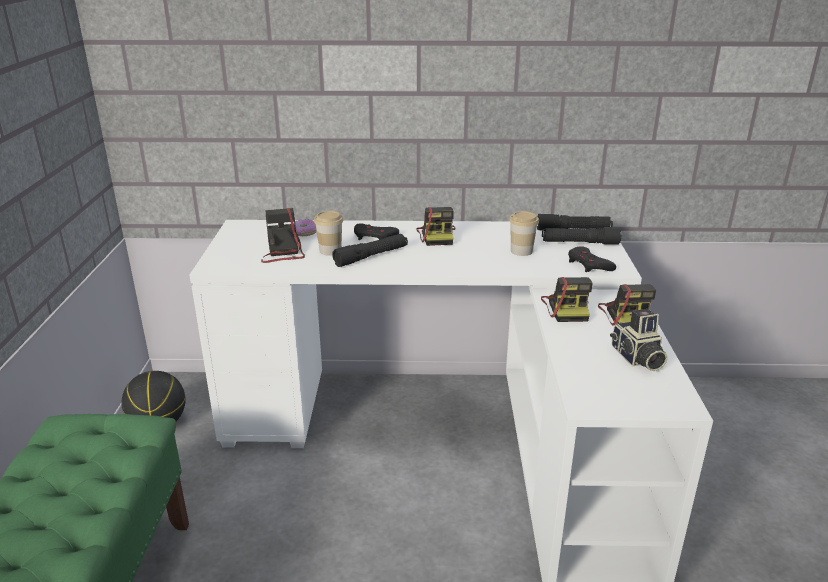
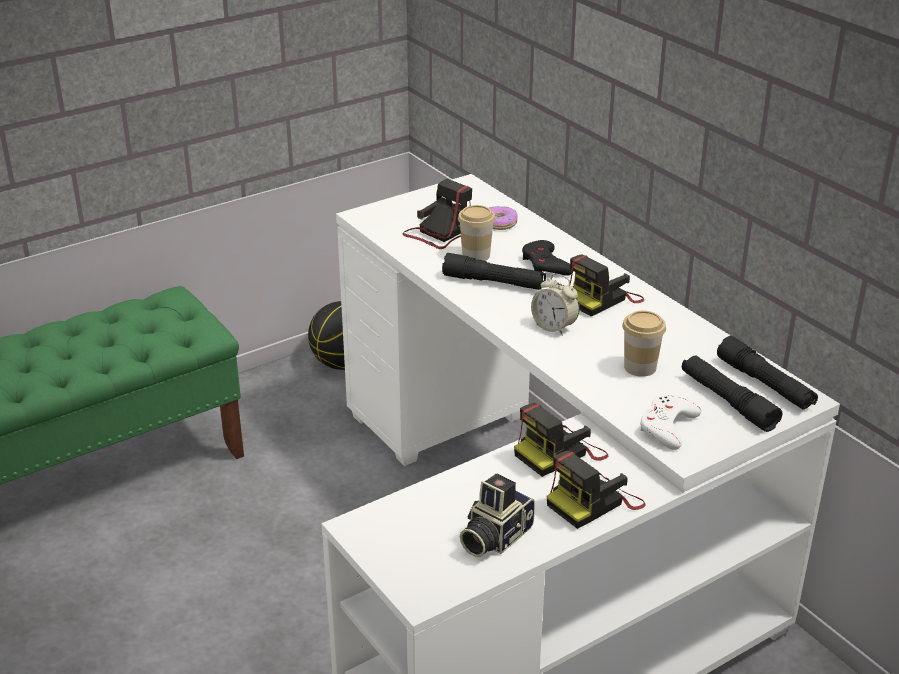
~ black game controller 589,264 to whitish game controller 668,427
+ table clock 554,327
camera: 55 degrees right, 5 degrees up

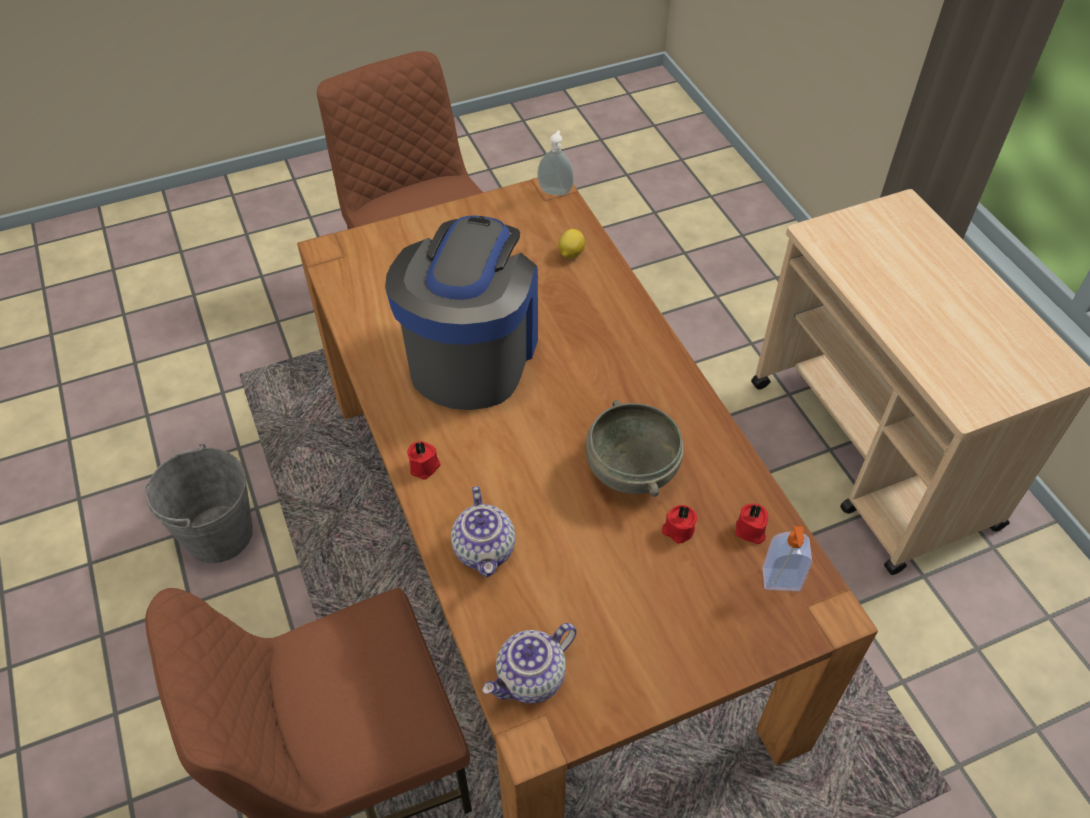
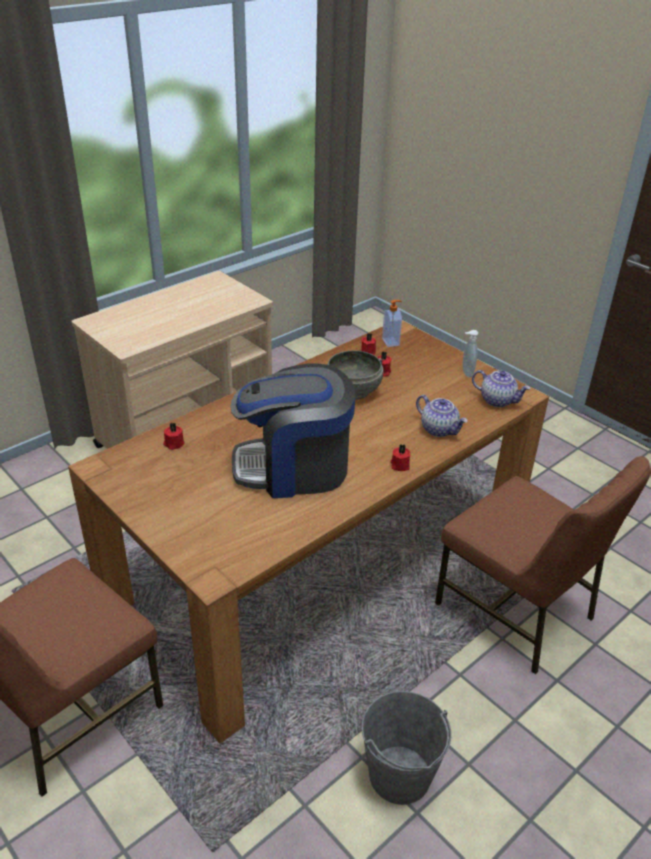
~ tea pot 485,550 = 439,429 75 degrees clockwise
~ liquid soap bottle 555,191 to 466,373
~ citrus fruit 570,254 to red-coloured wax light 173,444
camera: 110 degrees left, 15 degrees down

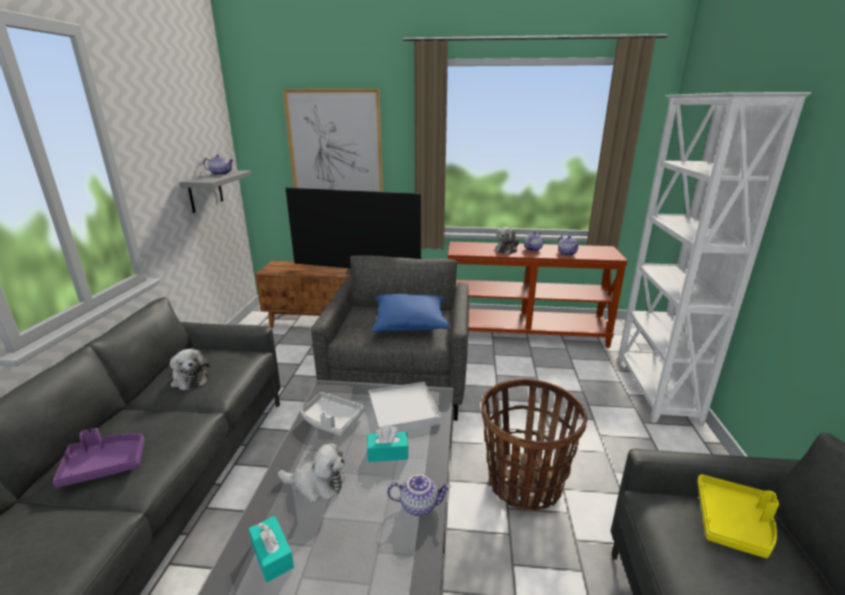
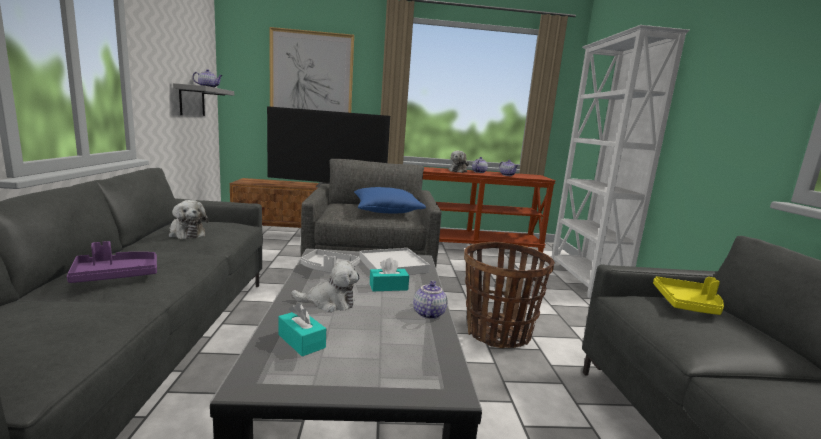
~ tea pot 419,505 = 428,313 75 degrees counterclockwise
camera: 10 degrees left, 10 degrees down

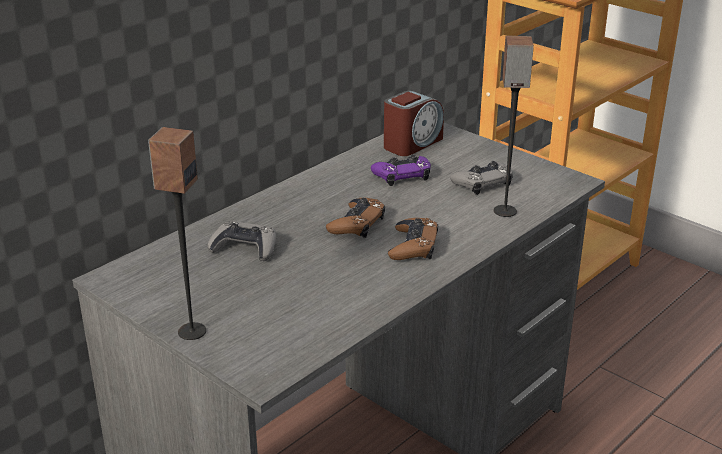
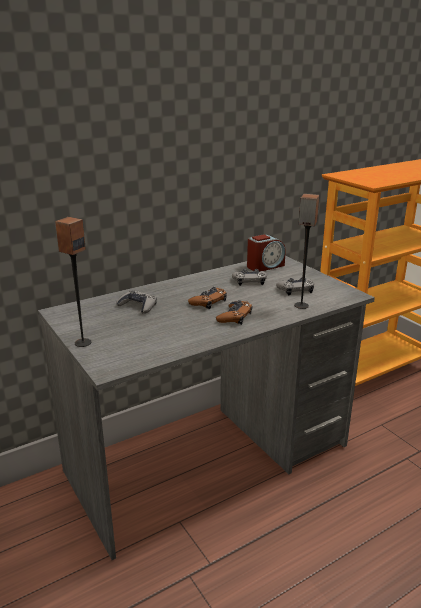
~ purplish game controller 402,175 to grey game controller 249,281
camera: 15 degrees right, 5 degrees down

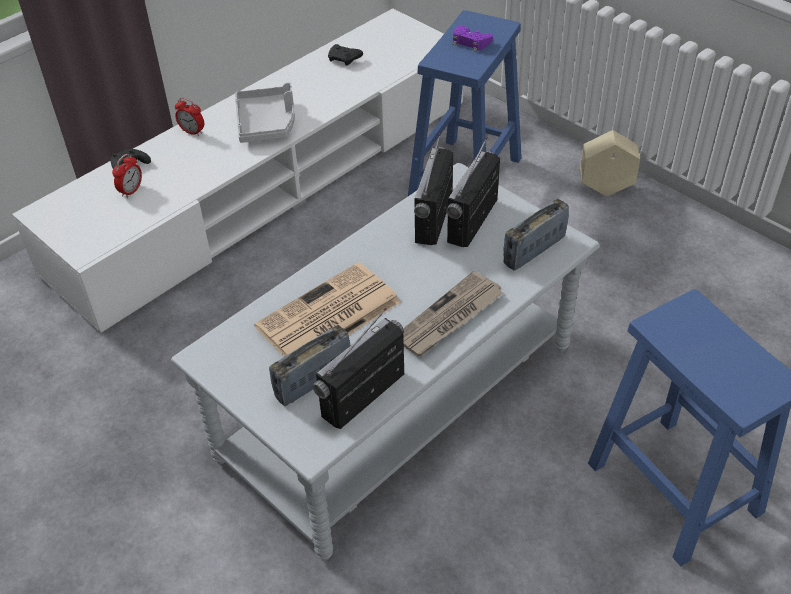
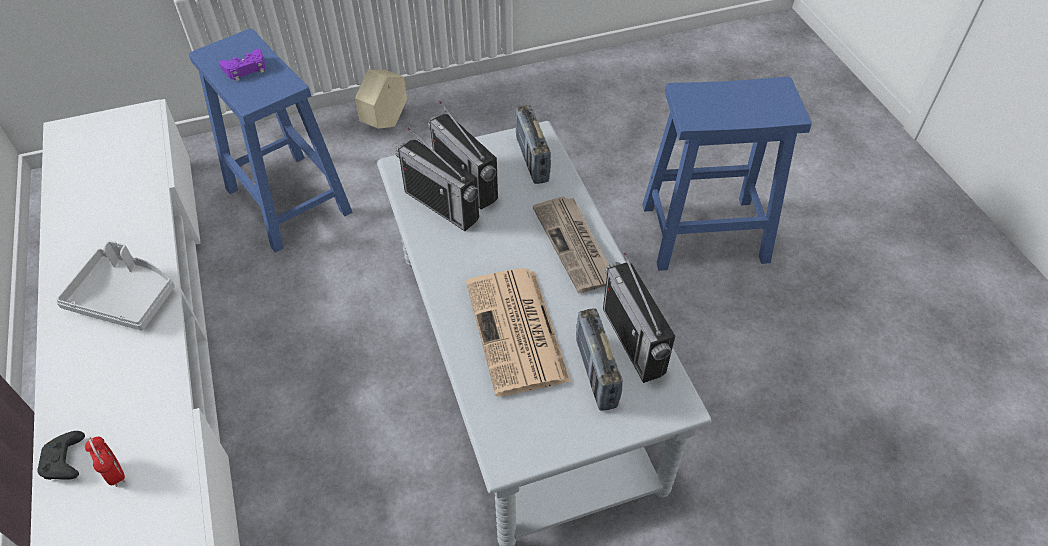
- table clock 192,132
- black game controller 344,59
camera: 65 degrees left, 5 degrees up

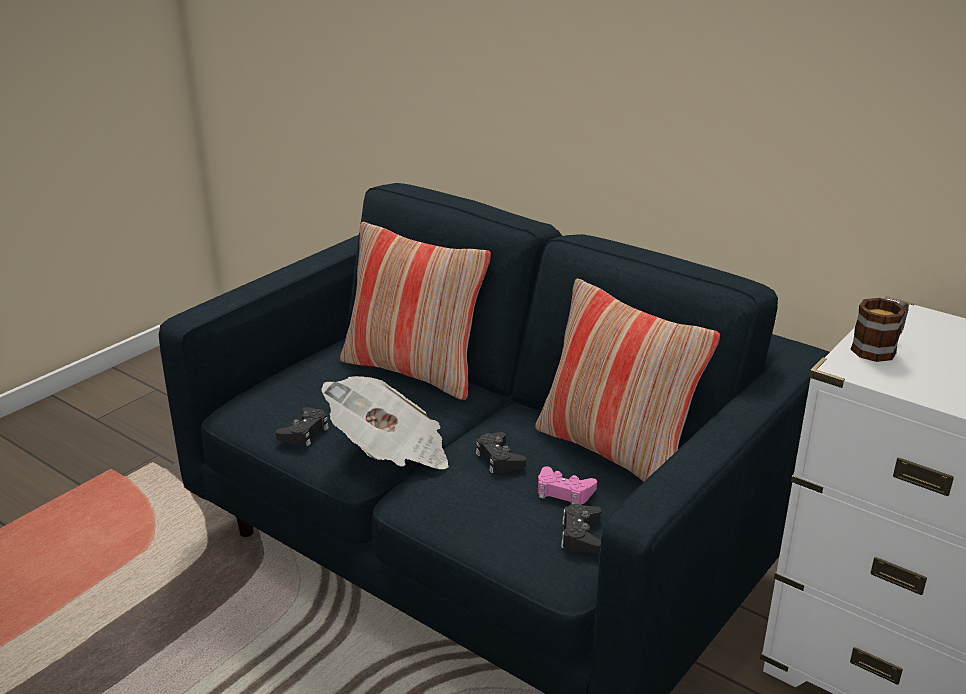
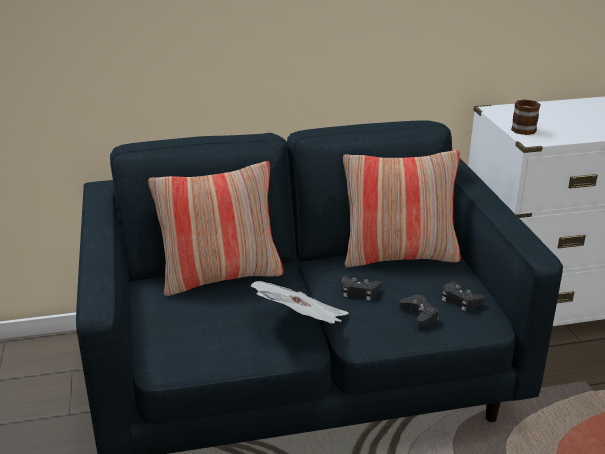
~ black game controller 304,432 to 419,315
- pink game controller 564,492
camera: 50 degrees left, 0 degrees up

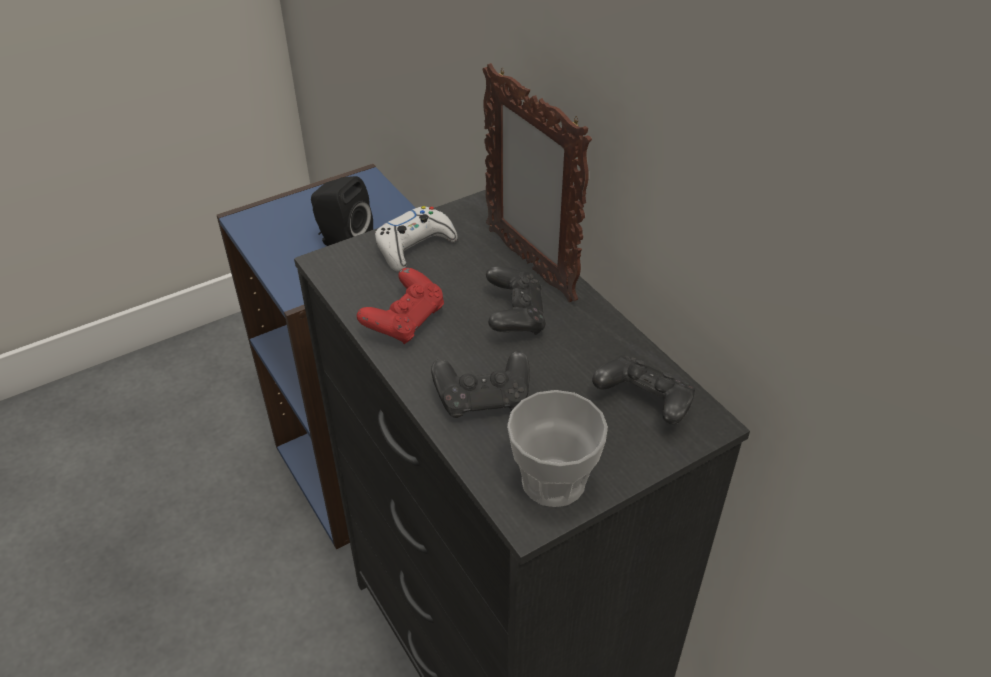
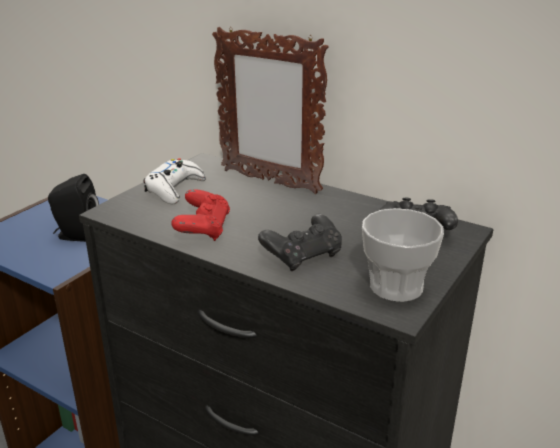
- black game controller 515,316
camera: 25 degrees left, 15 degrees down

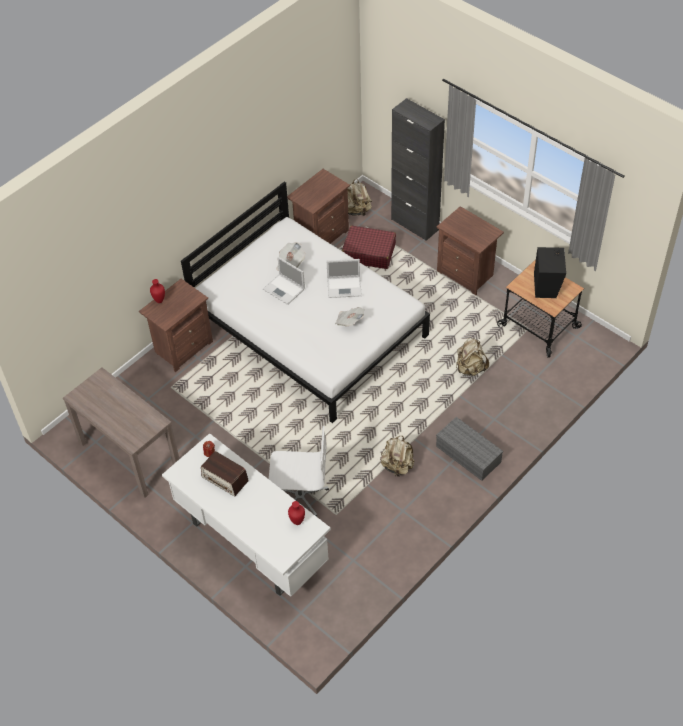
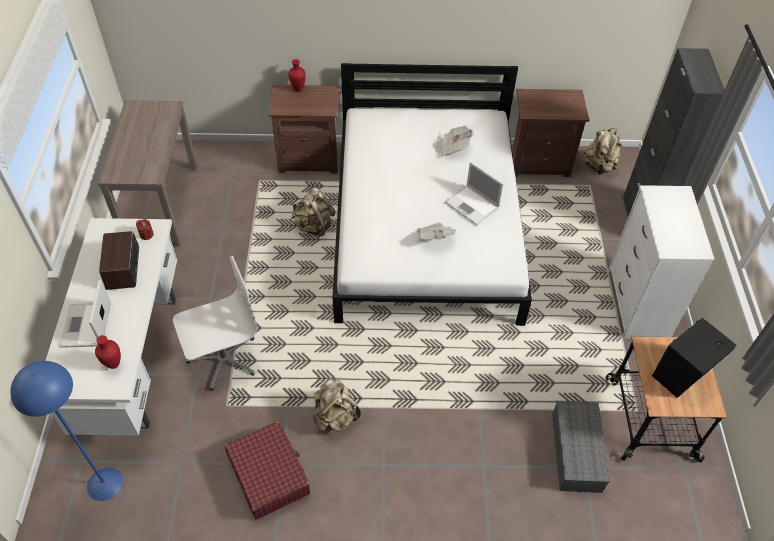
~ portable computer 284,289 to 86,326
~ whitish office chair 300,496 = 223,359 75 degrees counterclockwise
~ red-coloured piece of luggage 368,253 to 269,474
~ brown night table 467,274 to whitish dresser 637,303
~ grey storage bin 469,454 to 577,453
~ beige knapsack 470,368 to 314,226
+ blue standing lamp 104,483
camera: 45 degrees right, 0 degrees up

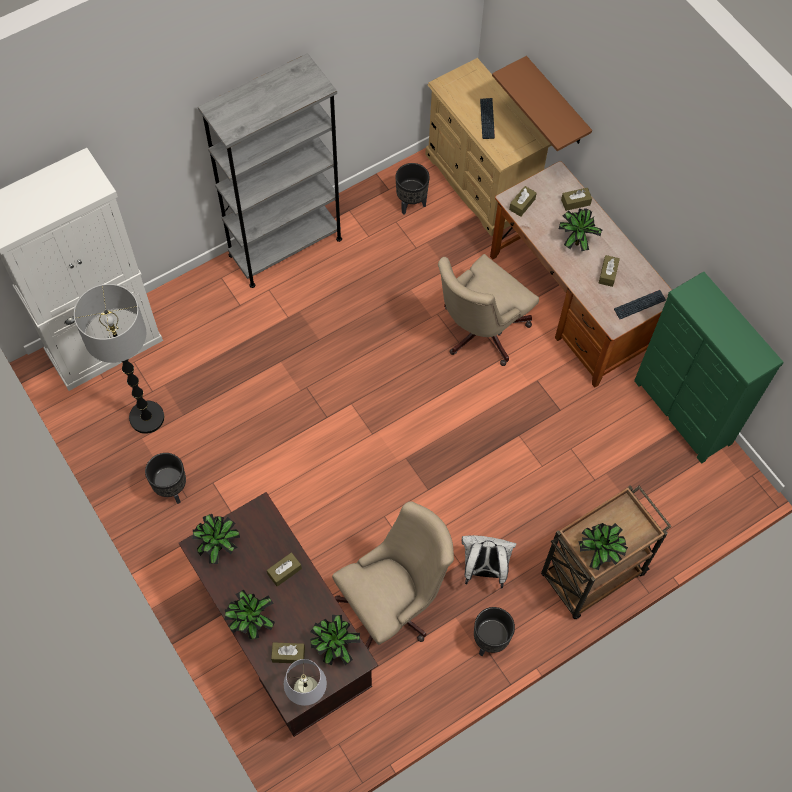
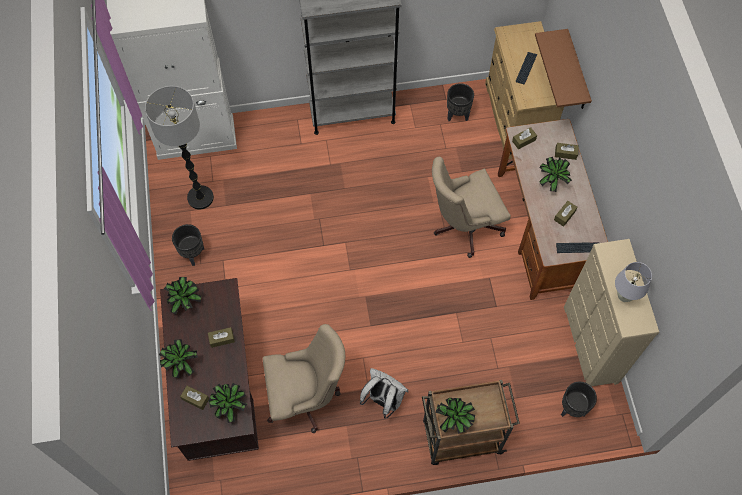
~ whitish lamp for a table 307,693 to 623,296
~ black planter 489,642 to 572,409
~ green-coloured dresser 682,413 to beige dresser 589,345
camera: 25 degrees right, 0 degrees up

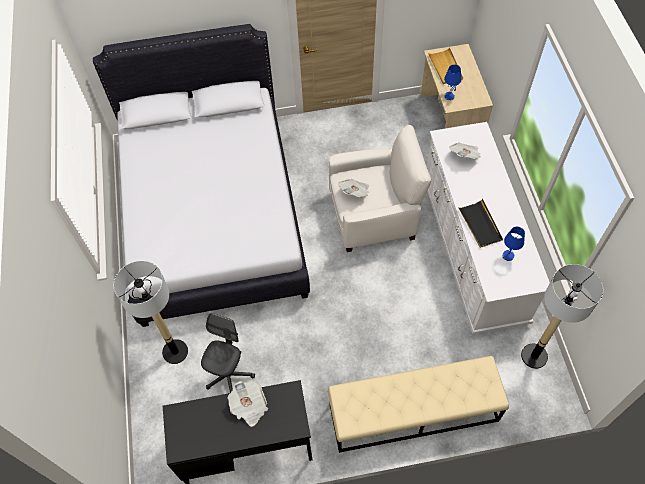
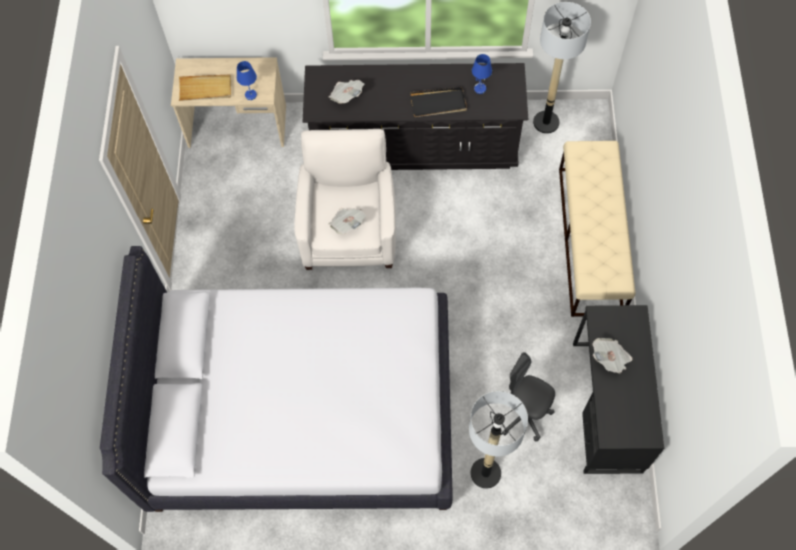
~ whitish dresser 472,249 to black dresser 415,145
camera: 80 degrees left, 5 degrees up

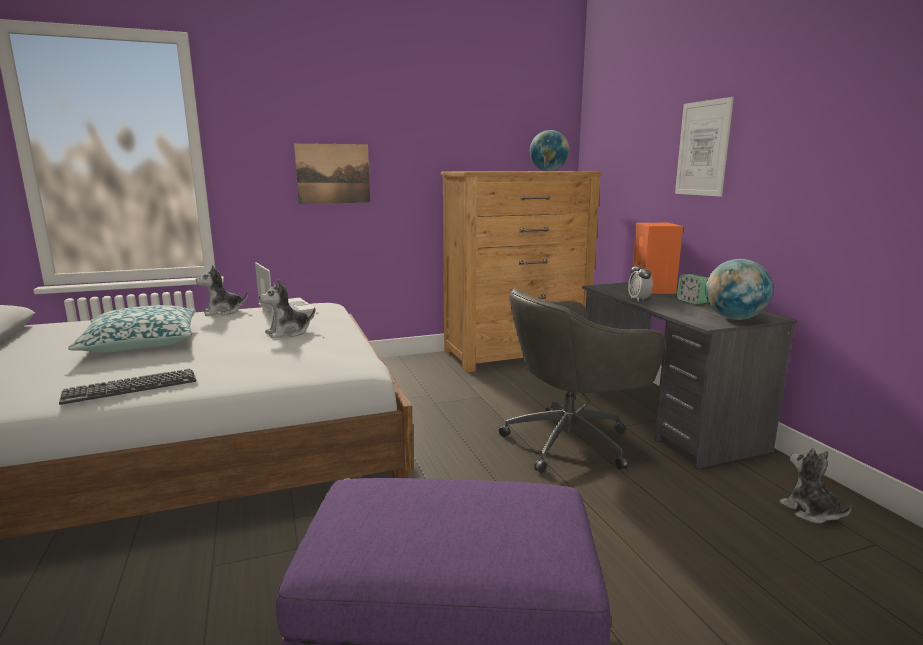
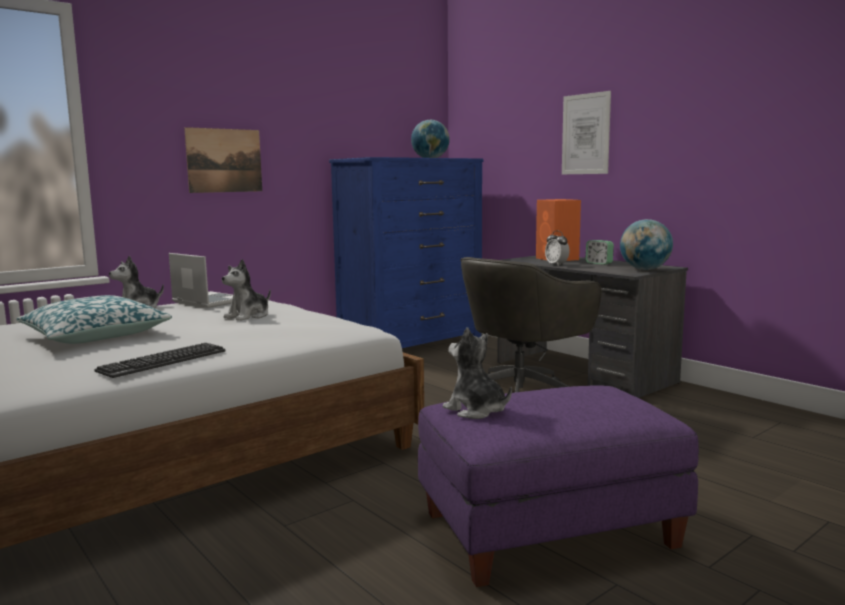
~ brown dresser 516,354 to blue dresser 412,343
~ soft toy 810,511 to 476,410
camera: 20 degrees left, 5 degrees down

